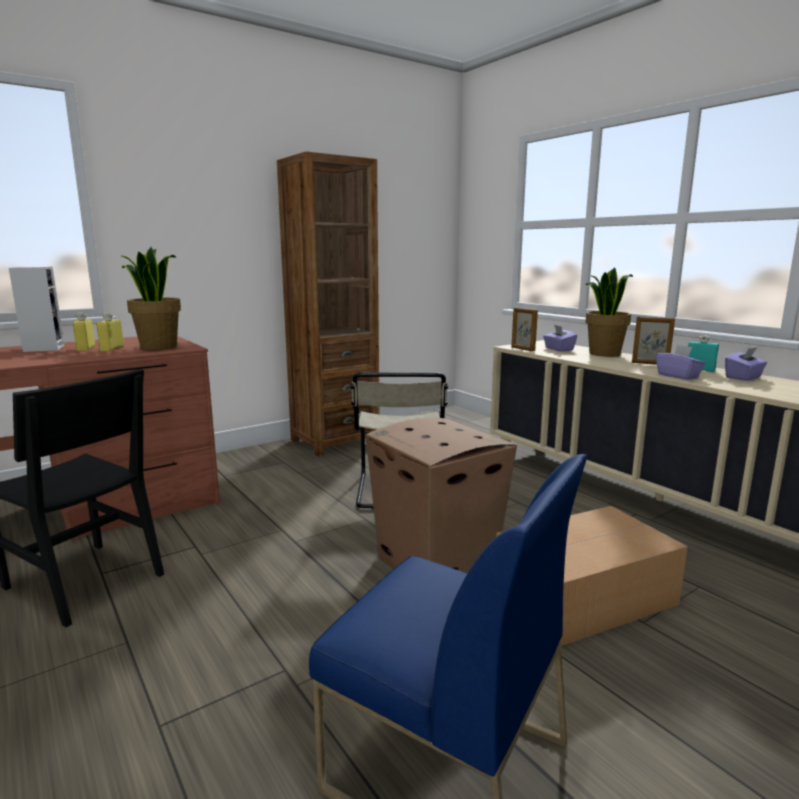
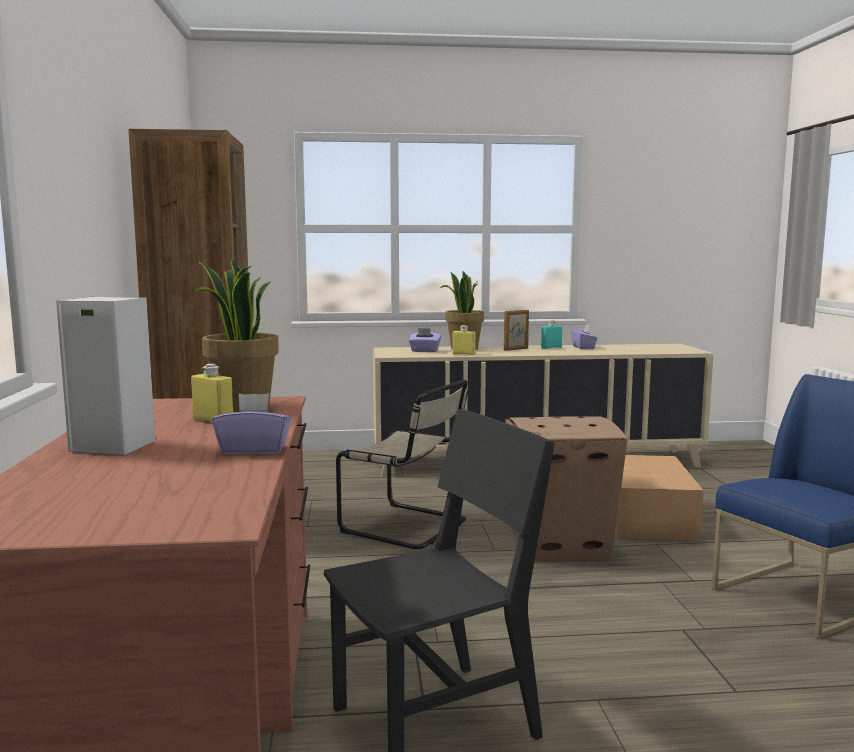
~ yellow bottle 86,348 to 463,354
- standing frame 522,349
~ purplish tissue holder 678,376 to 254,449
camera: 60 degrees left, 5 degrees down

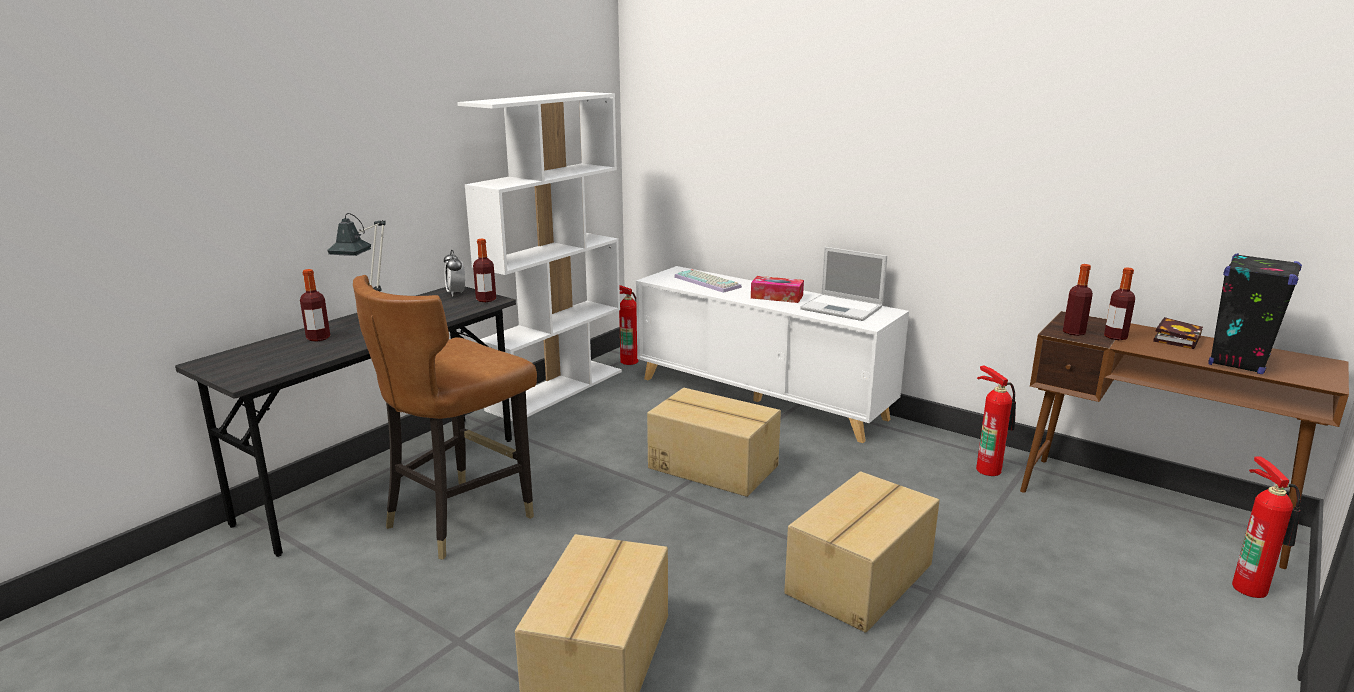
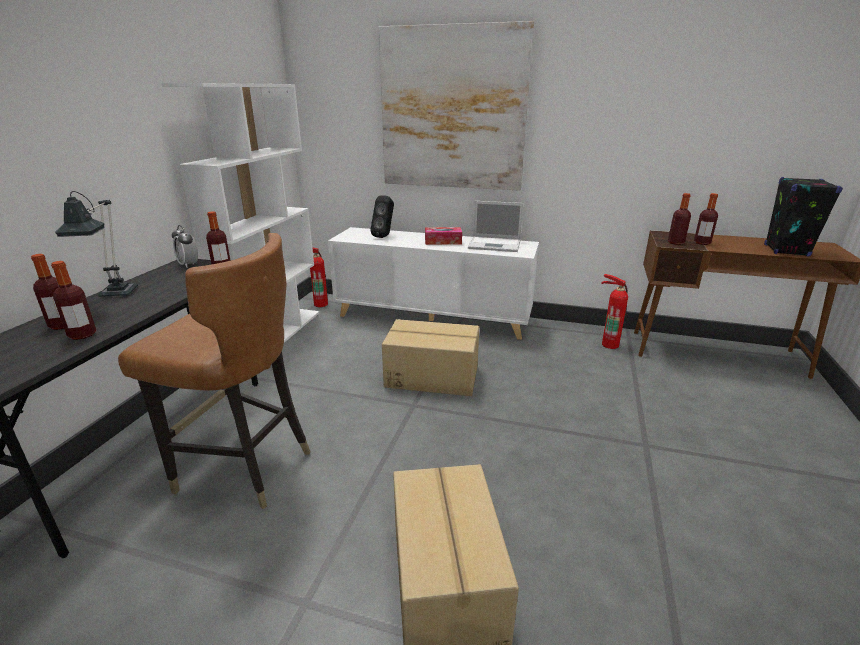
~ brown upright chair 459,518 = 244,467 90 degrees counterclockwise
~ PC keyboard 708,282 to black audio speaker 385,236
- cardboard box 861,579
- volume 1176,338
- fire extinguisher 1250,587
+ bottle 82,335
+ picture 452,110
camera: 20 degrees left, 5 degrees up

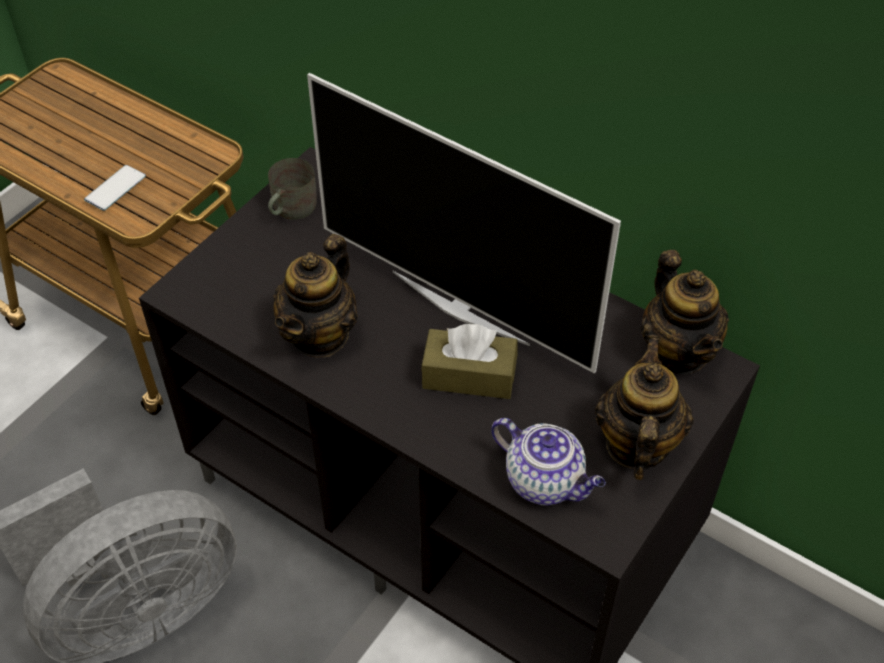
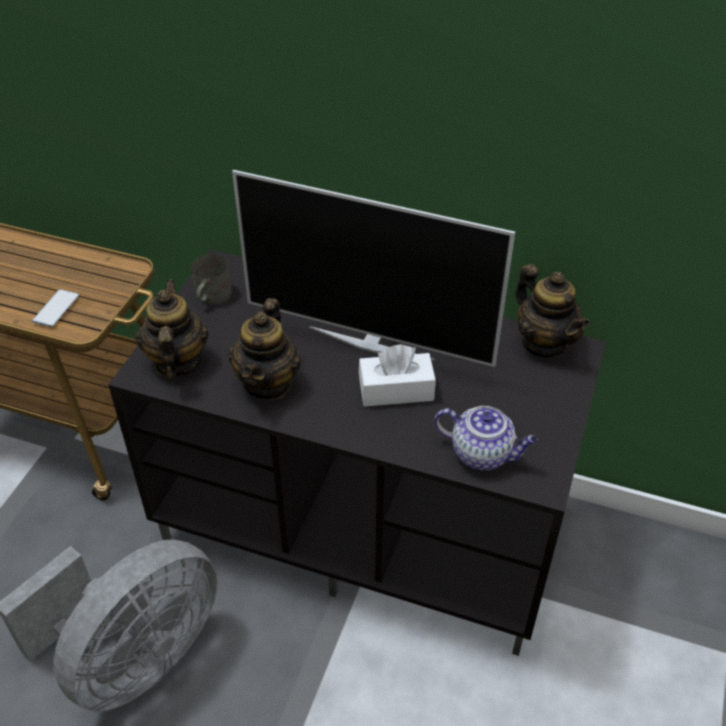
~ brown tissue holder 469,375 to whitish tissue holder 396,390
~ tea pot 636,444 to 176,362
camera: 15 degrees left, 5 degrees down

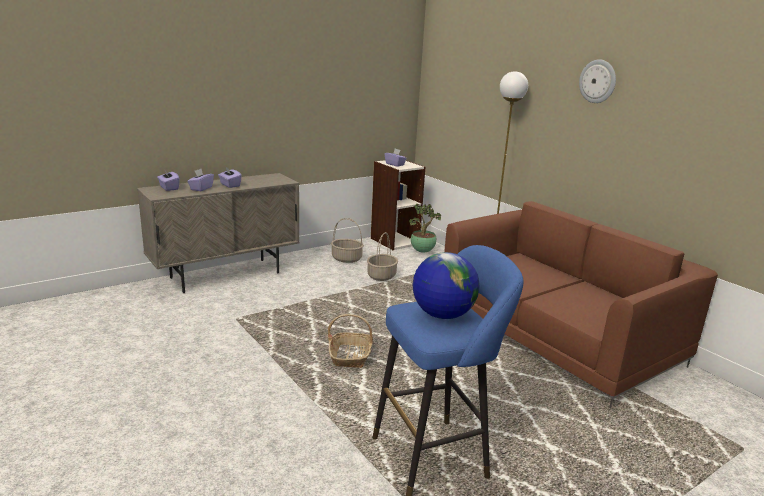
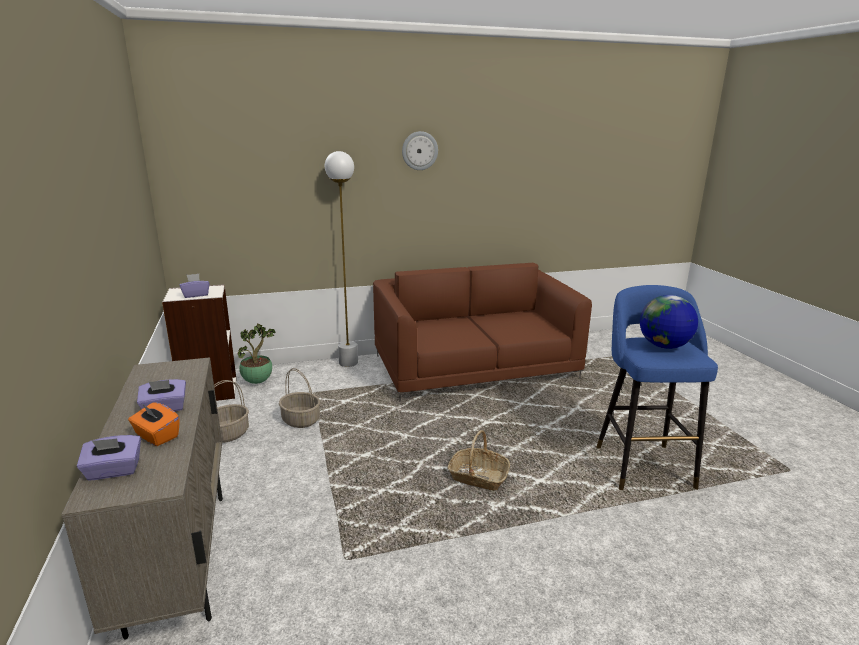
~ purplish tissue holder 201,188 to orange tissue holder 156,436
camera: 70 degrees left, 0 degrees up

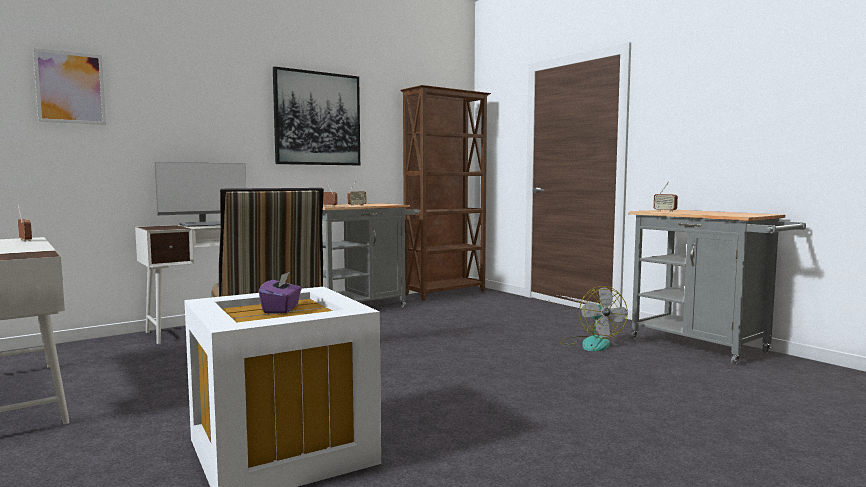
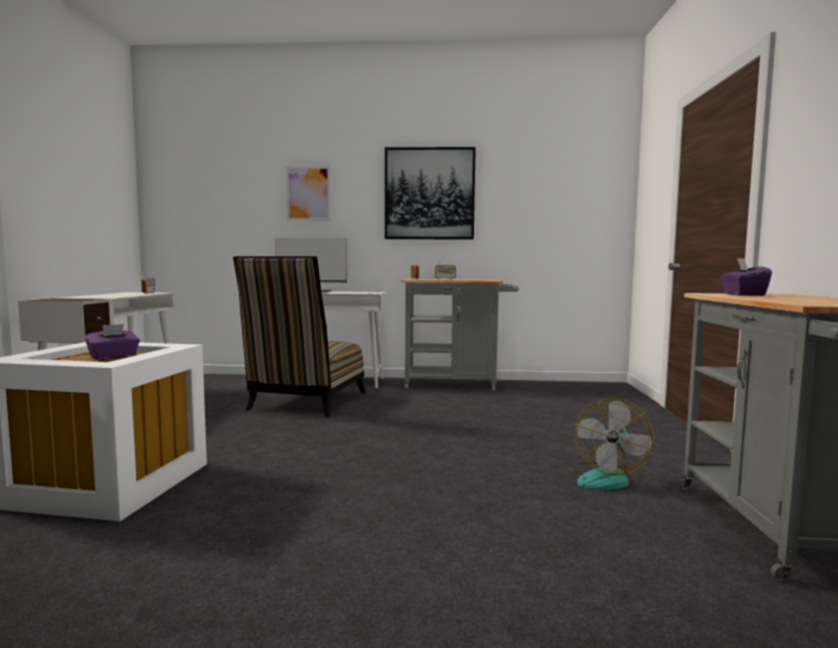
~ picture 70,87 to 308,193
- brown bookshelf 446,293
~ radio set 665,211 to purplish tissue holder 743,294
camera: 40 degrees right, 0 degrees up

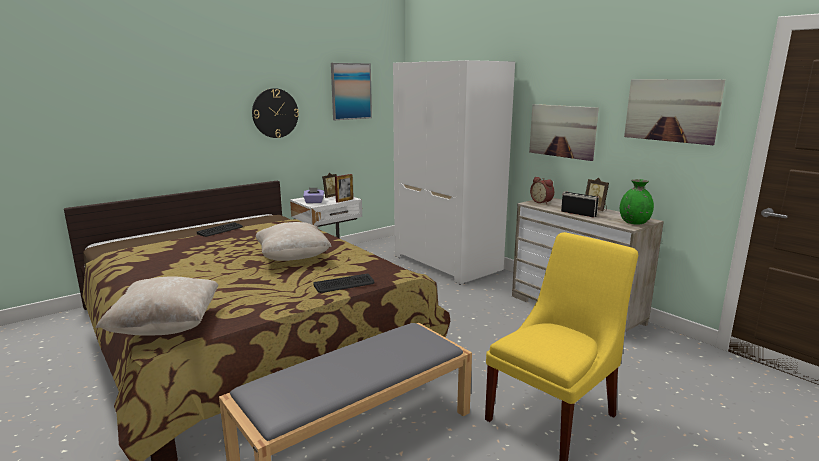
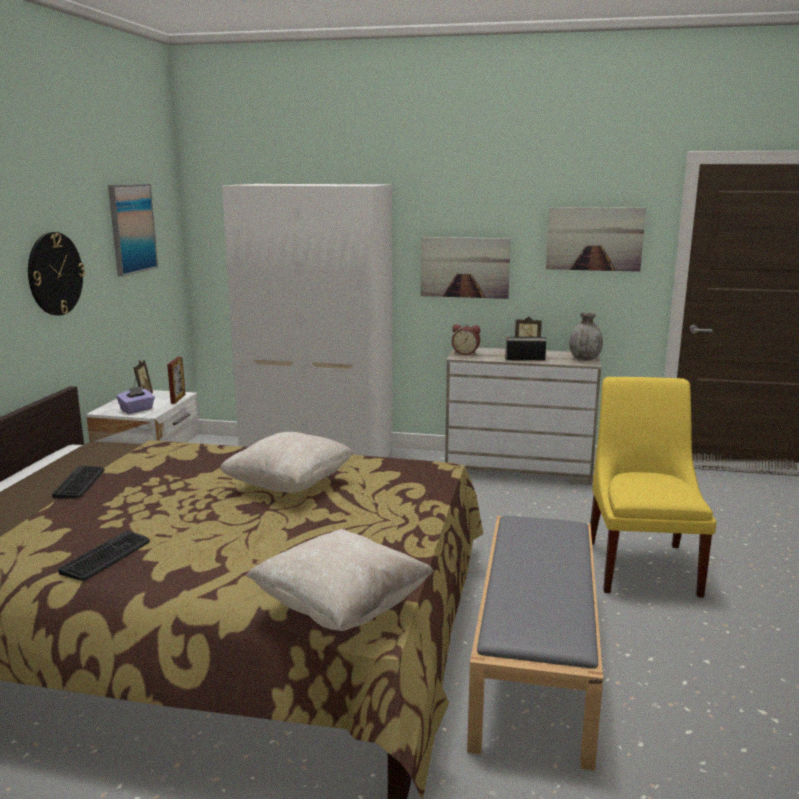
~ PC keyboard 344,284 to 106,556
~ green-coloured decorative vase 634,223 to grey decorative vase 584,359
camera: 40 degrees left, 0 degrees up

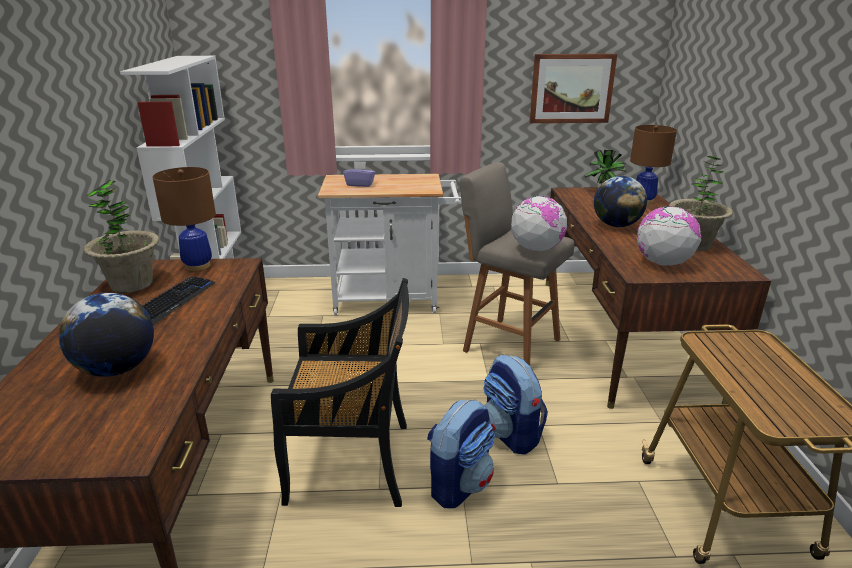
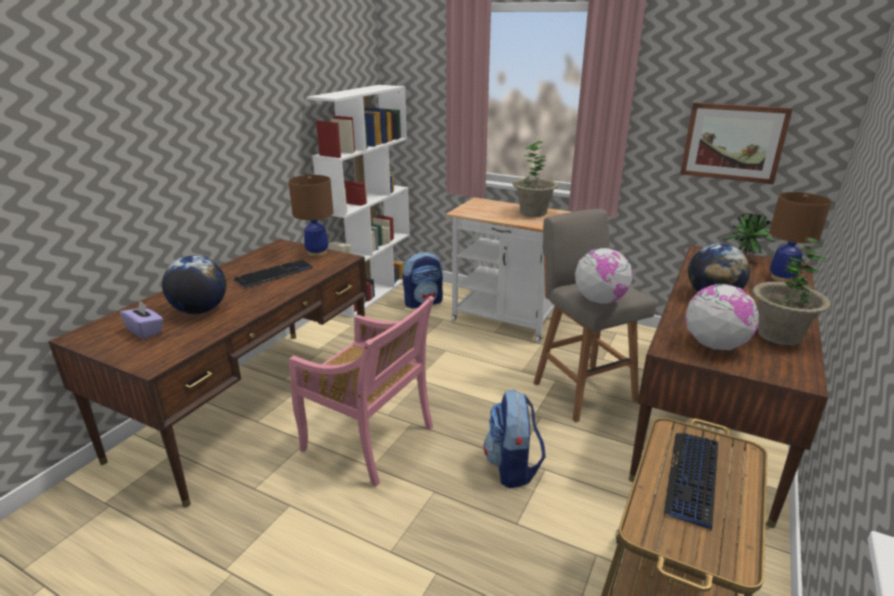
~ houseplant 131,284 to 533,213
~ black upright chair 352,463 to pink upright chair 370,440
~ purplish tissue holder 360,184 to 145,331
~ knapsack 459,484 to 423,302
+ PC keyboard 692,478
camera: 30 degrees right, 0 degrees up

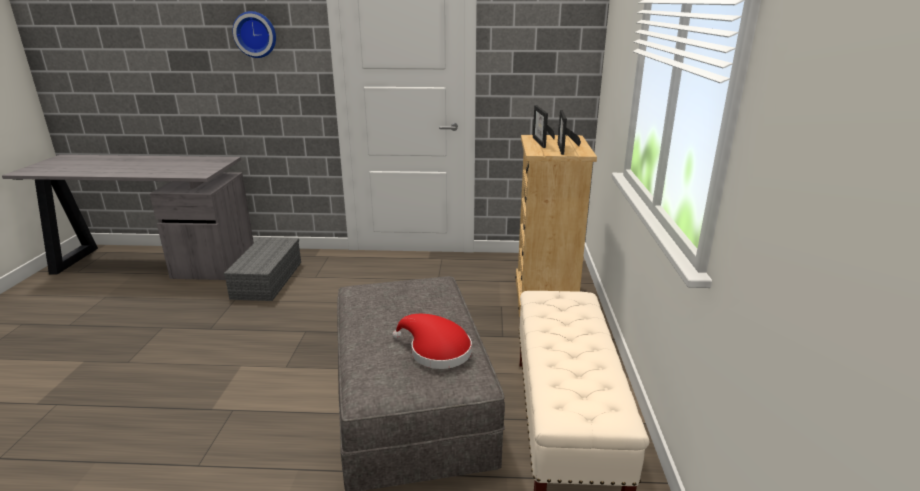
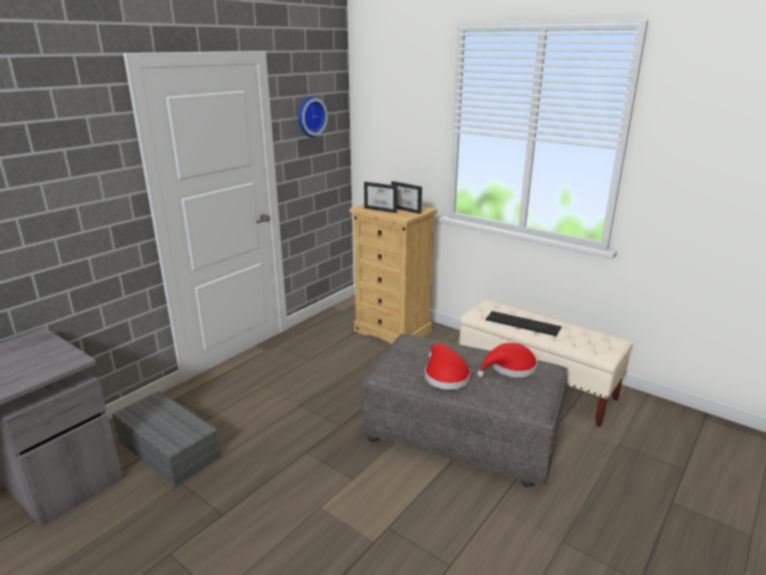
~ wall clock 255,34 to 310,116
+ red-coloured clothing hat 445,375
+ PC keyboard 522,323
camera: 55 degrees left, 0 degrees up

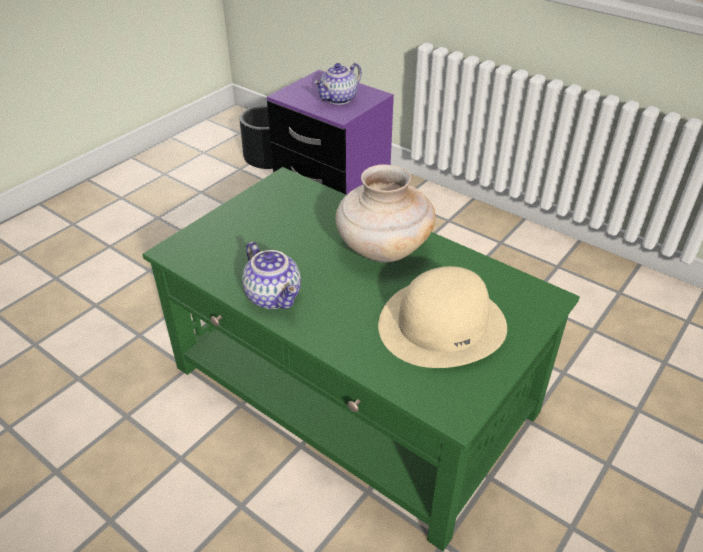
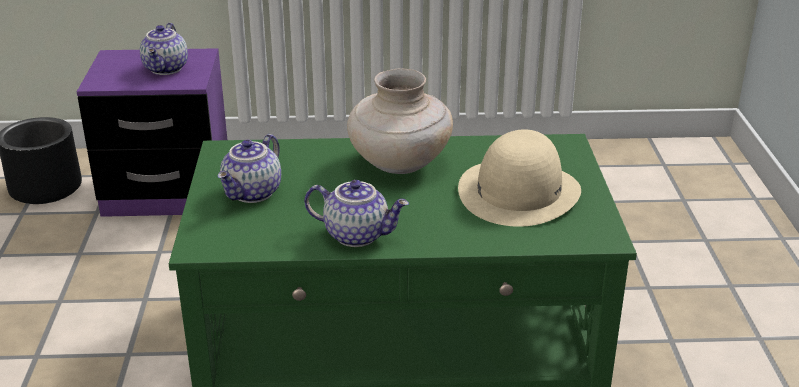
+ tea pot 253,193
camera: 40 degrees left, 10 degrees down

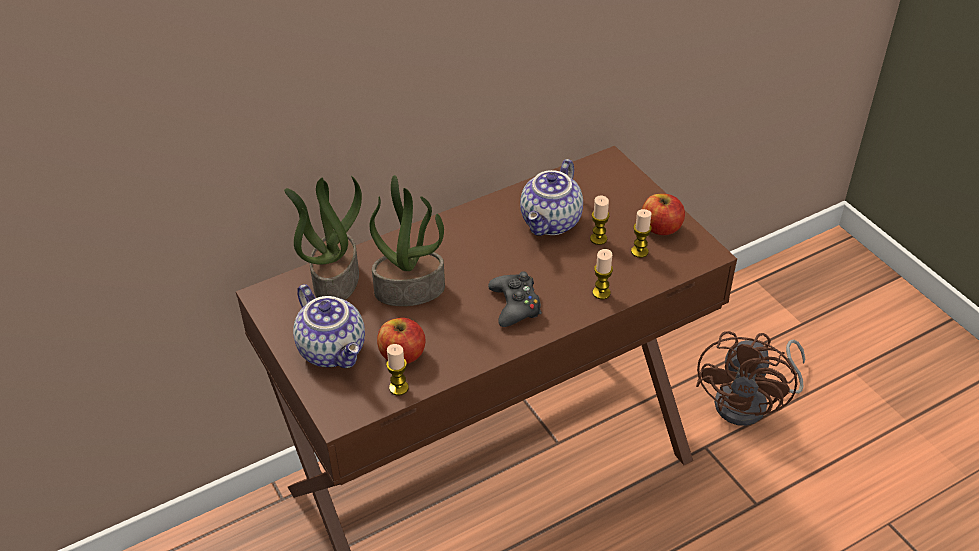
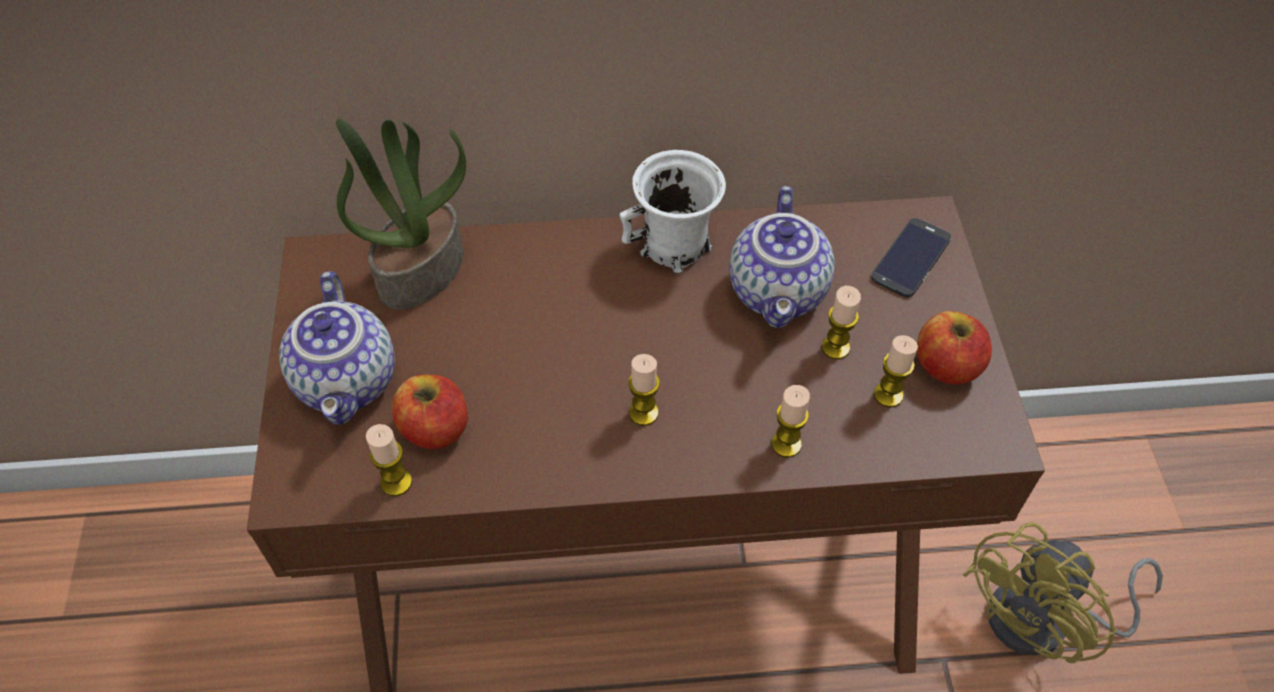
- houseplant 410,289
~ black game controller 515,305 to wax light 643,413
~ tea pot 552,222 = 780,293 45 degrees counterclockwise
~ brown fan 751,403 to yellow fan 1044,622
+ whitish tea mug 675,246
+ handset 911,258
camera: 25 degrees right, 10 degrees up

